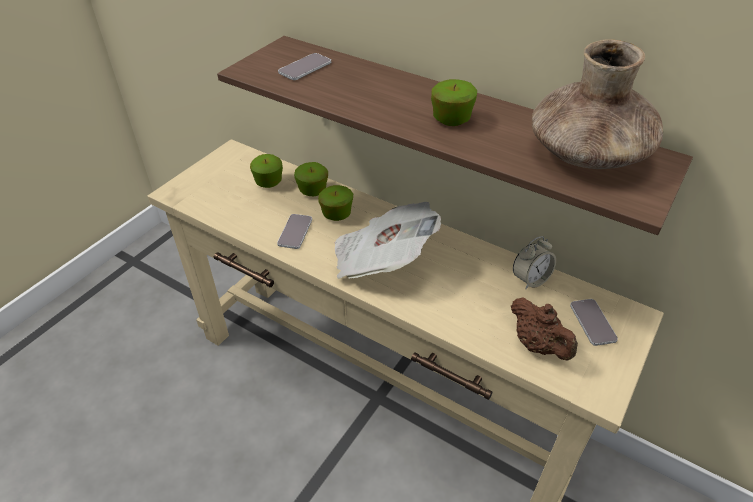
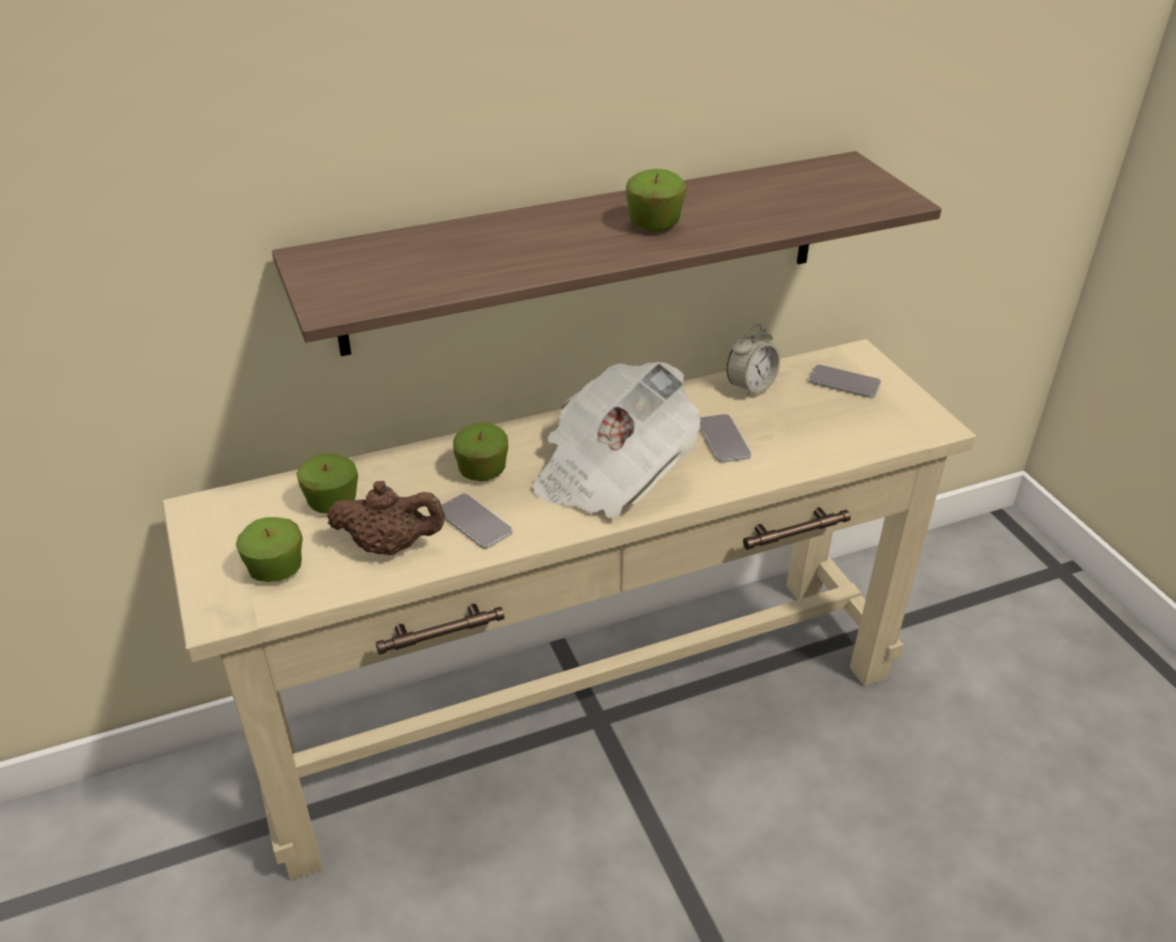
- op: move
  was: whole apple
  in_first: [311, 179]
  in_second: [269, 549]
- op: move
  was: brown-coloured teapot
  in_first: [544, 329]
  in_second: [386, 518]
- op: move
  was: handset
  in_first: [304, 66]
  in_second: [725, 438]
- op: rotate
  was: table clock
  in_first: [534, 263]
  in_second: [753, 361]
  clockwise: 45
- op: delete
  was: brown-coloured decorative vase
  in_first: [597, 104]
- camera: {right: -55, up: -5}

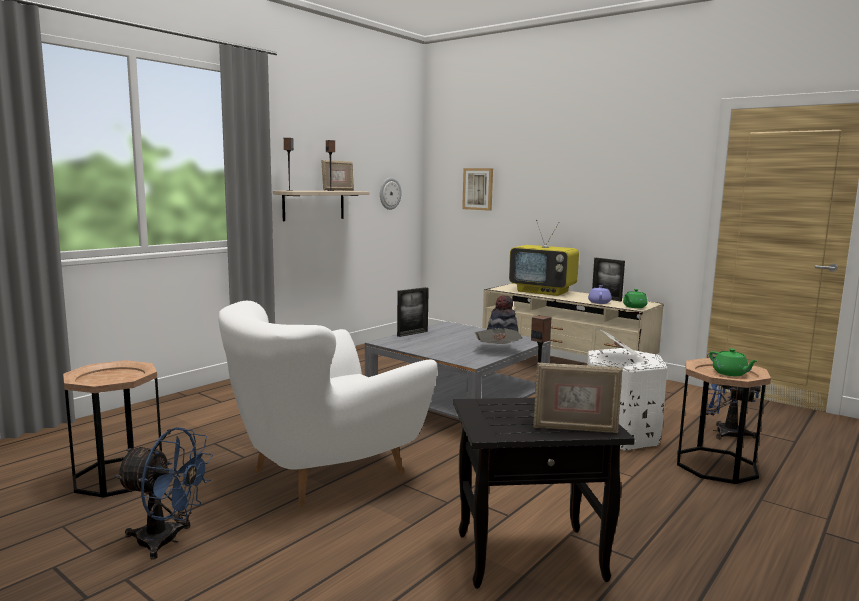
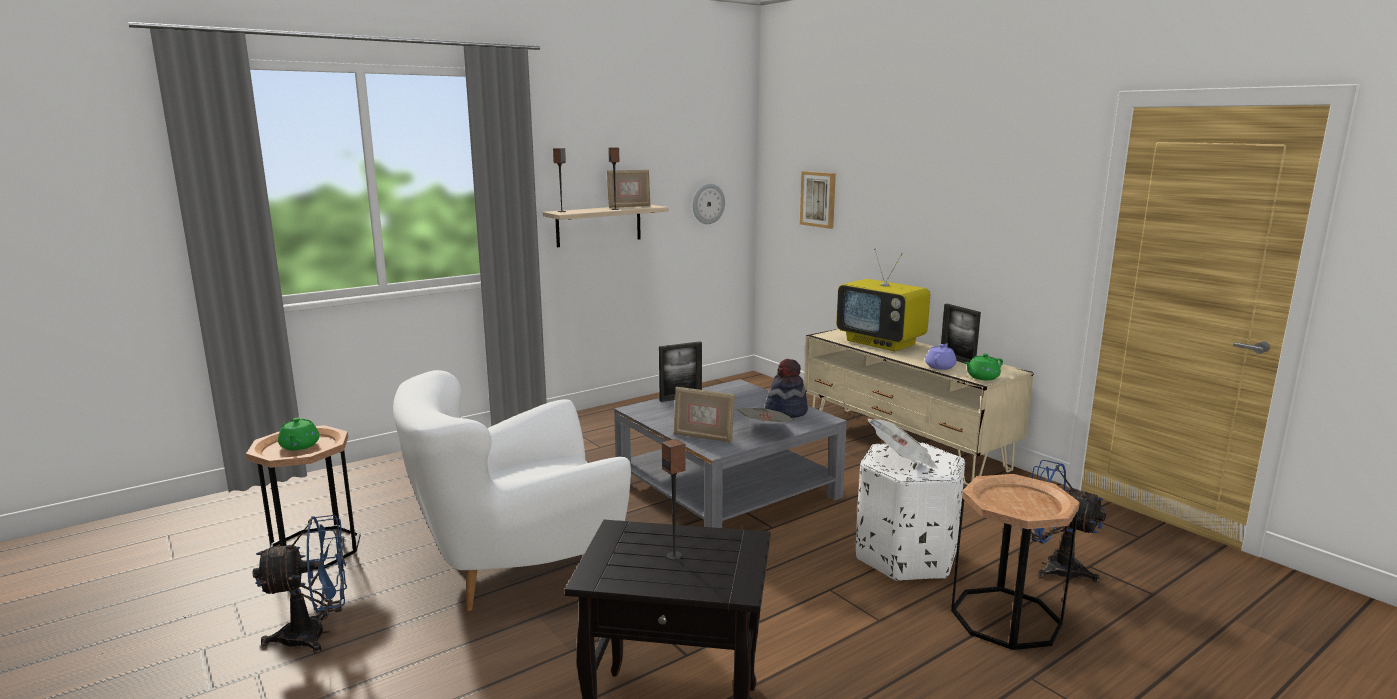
- op: rotate
  was: blue-coloured cooling fan
  in_first: [163, 493]
  in_second: [300, 584]
  clockwise: -45
- op: move
  was: greenish teapot
  in_first: [733, 362]
  in_second: [299, 434]
- op: move
  was: photo frame
  in_first: [578, 398]
  in_second: [704, 415]
- camera: {right: 15, up: 5}

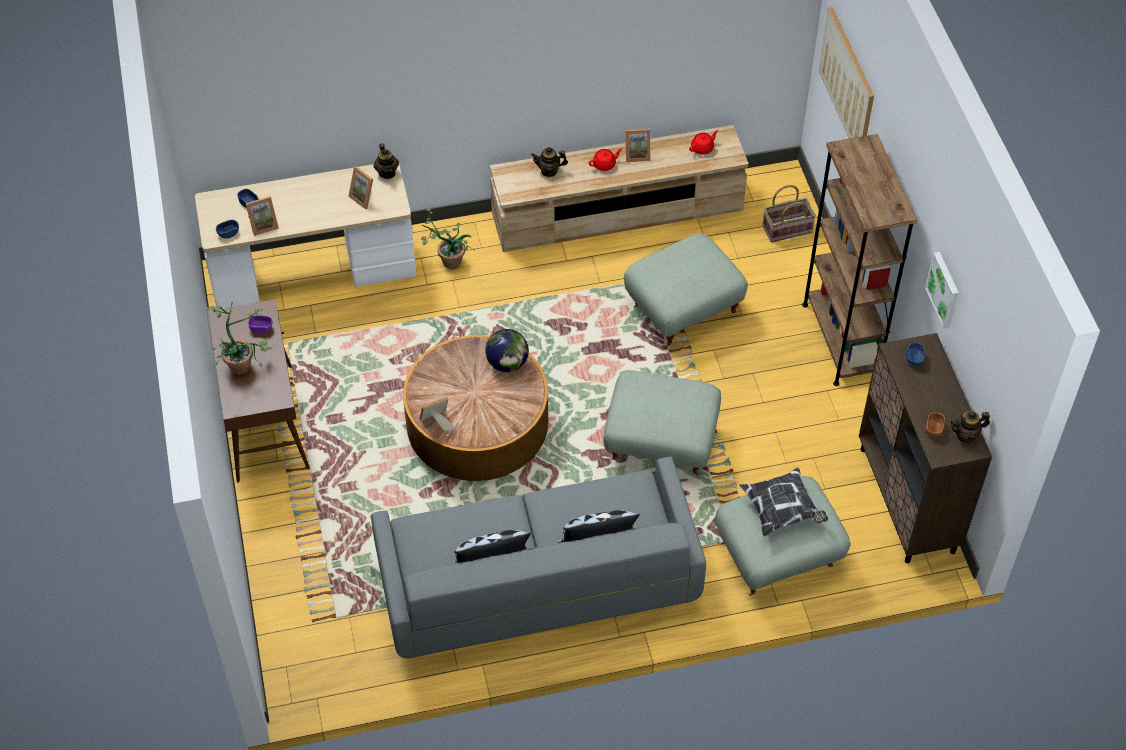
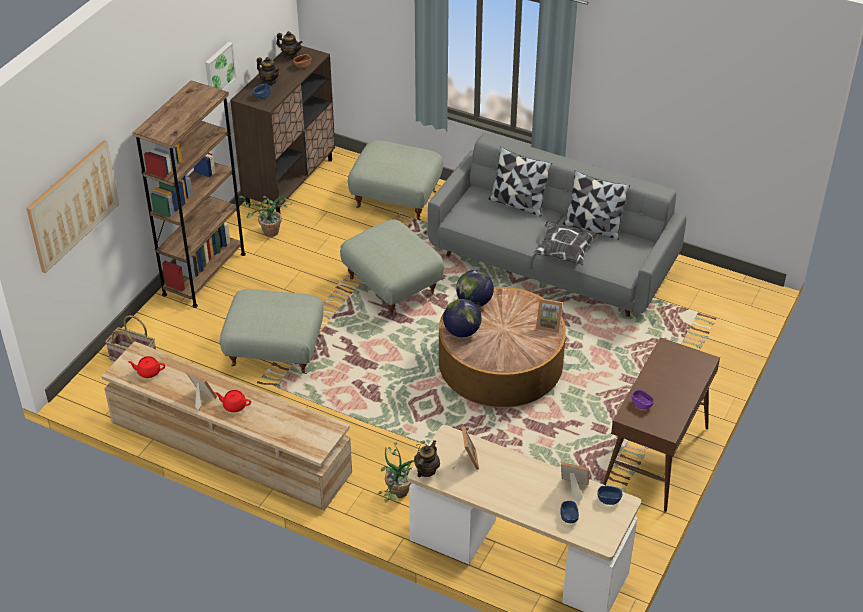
- op: move
  was: potted plant
  in_first: [238, 338]
  in_second: [265, 216]
- op: move
  was: teapot
  in_first: [549, 162]
  in_second: [268, 71]
- op: insert
  now: globe
  in_second: [475, 288]
- op: move
  was: throw pillow
  in_first: [783, 502]
  in_second: [566, 243]
- camera: {right: -140, up: -10}

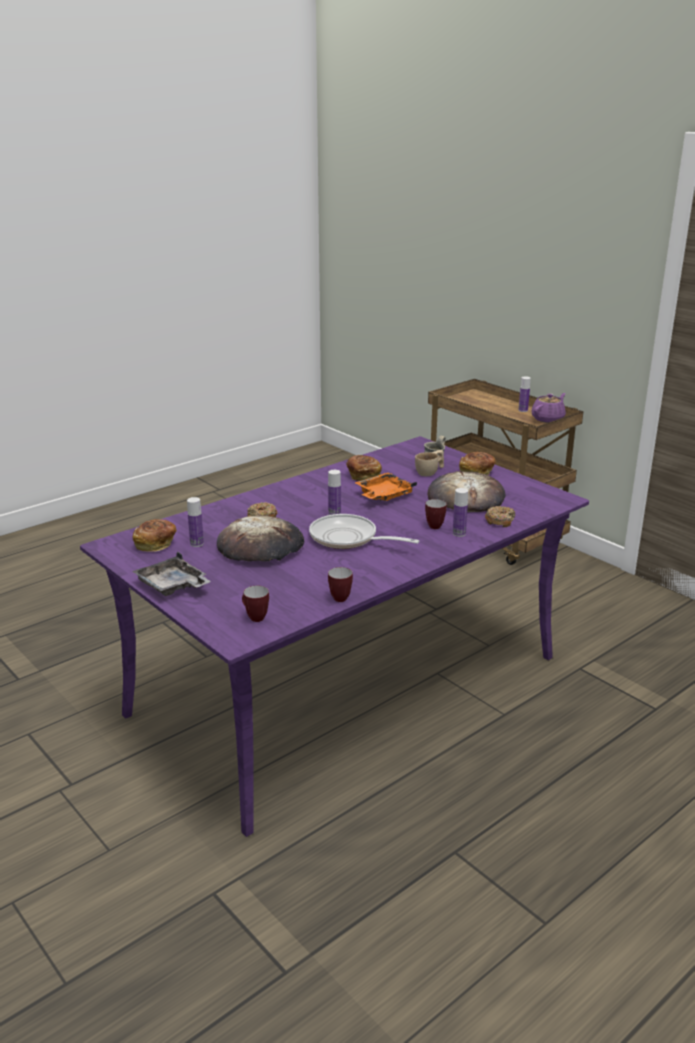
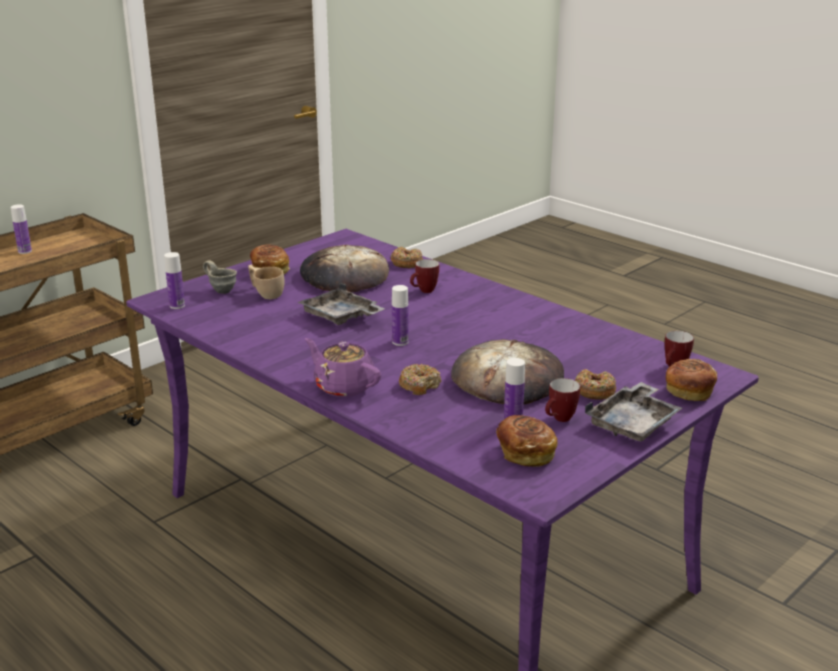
- op: move
  was: bottle
  in_first: [460, 512]
  in_second: [174, 280]
- op: recolor
  was: orange-coloured serving tray
  now: grey serving tray
  in_first: [386, 486]
  in_second: [341, 304]
- op: move
  was: purplish teapot
  in_first: [549, 408]
  in_second: [343, 367]
- op: move
  was: coffee mug
  in_first: [340, 584]
  in_second: [562, 400]
- op: insert
  now: doughnut
  in_second: [595, 384]
- op: move
  was: bread
  in_first: [364, 468]
  in_second: [691, 380]
- op: delete
  was: frying pan
  in_first: [364, 531]
- camera: {right: -95, up: 0}

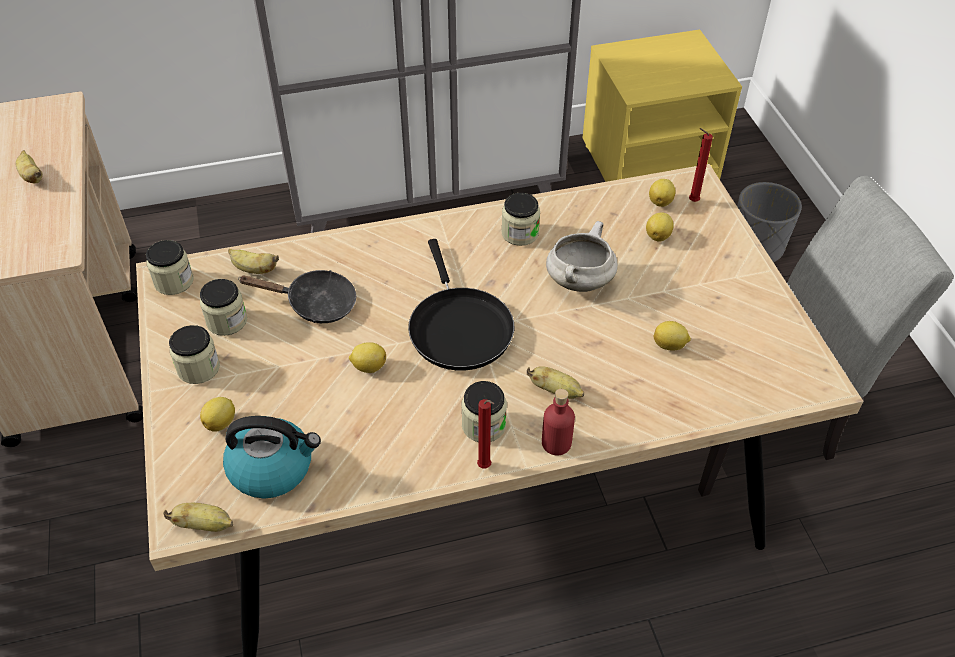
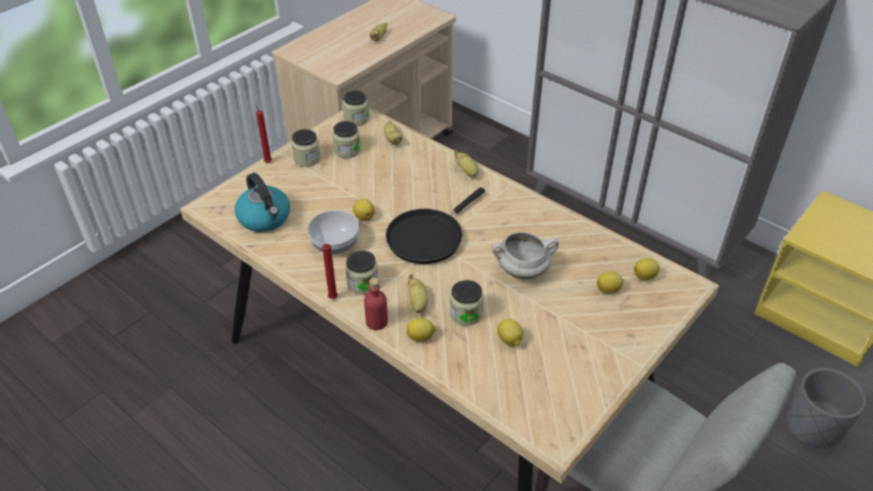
- op: move
  was: reddish candle
  in_first: [701, 165]
  in_second: [263, 133]
- op: insert
  now: bowl
  in_second: [333, 232]
- op: move
  was: whole lemon
  in_first: [217, 414]
  in_second: [421, 329]
- op: move
  was: jar
  in_first: [520, 219]
  in_second: [466, 303]
- op: move
  was: banana fruit
  in_first: [198, 517]
  in_second: [466, 163]
- op: delete
  was: black-coloured frying pan
  in_first: [297, 296]
- camera: {right: 55, up: -5}

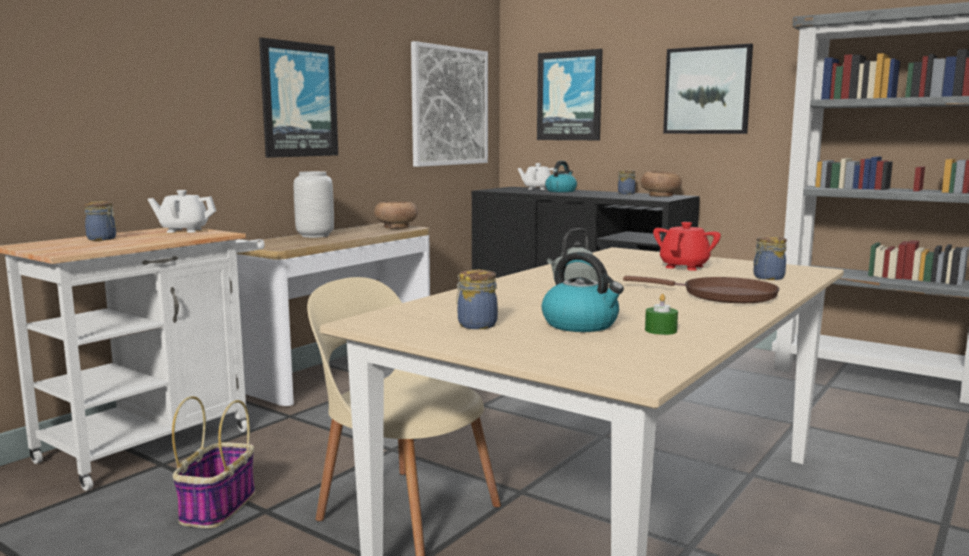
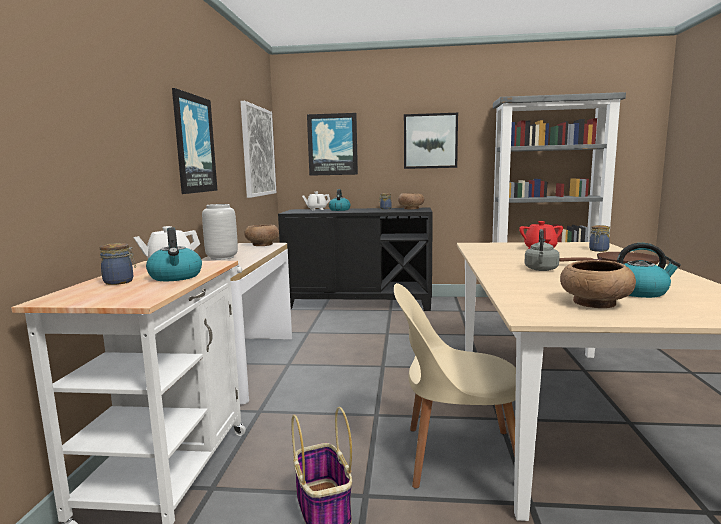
- op: insert
  now: water kettle
  in_second: [174, 254]
- op: replace
  was: jar
  now: brown-coloured bowl
  in_first: [477, 299]
  in_second: [598, 284]
- op: delete
  was: greenish candle
  in_first: [661, 314]
- camera: {right: -30, up: 0}

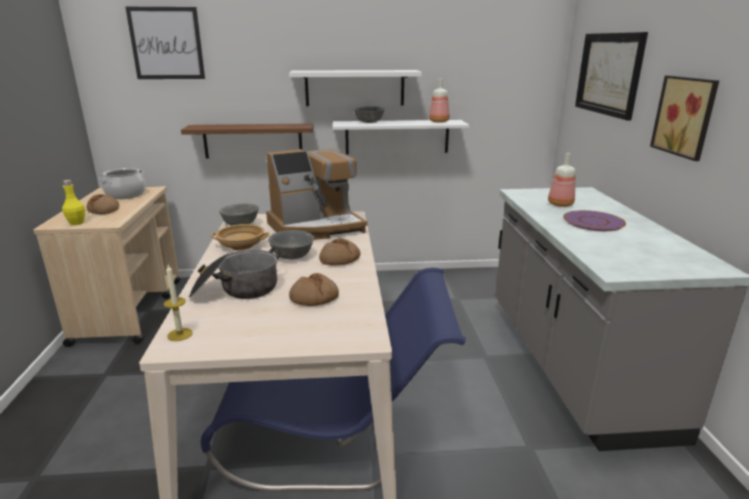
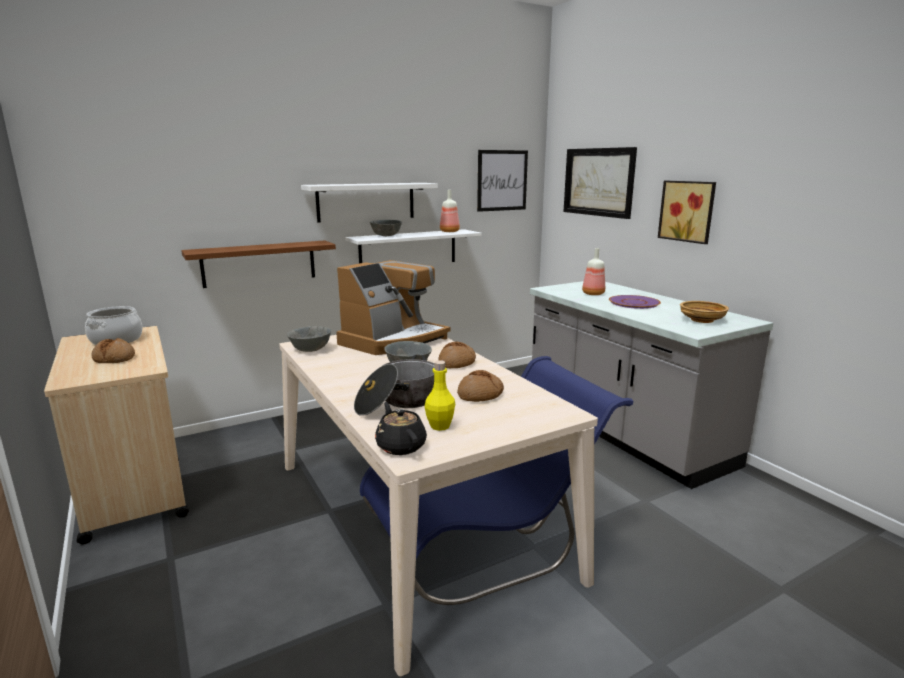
- op: replace
  was: candle
  now: black-coloured teapot
  in_first: [178, 303]
  in_second: [401, 428]
- op: move
  was: yellow-coloured bottle
  in_first: [73, 202]
  in_second: [440, 395]
- op: move
  was: wall picture
  in_first: [165, 43]
  in_second: [502, 181]
- op: move
  was: sand-coloured bowl
  in_first: [240, 237]
  in_second: [704, 312]
- camera: {right: -25, up: -5}

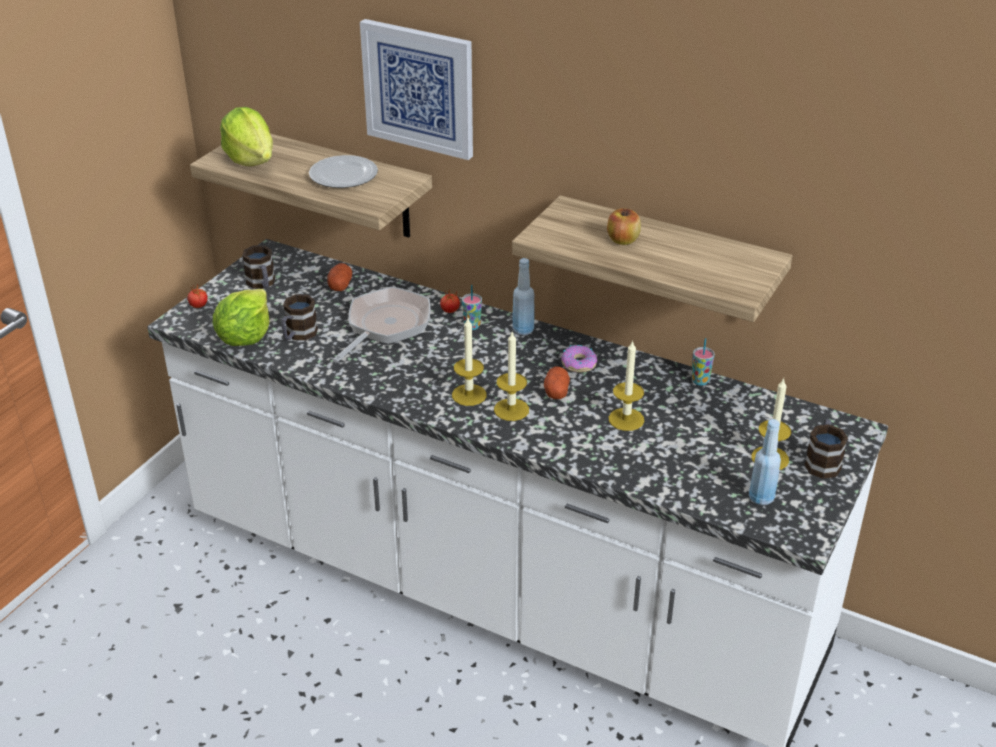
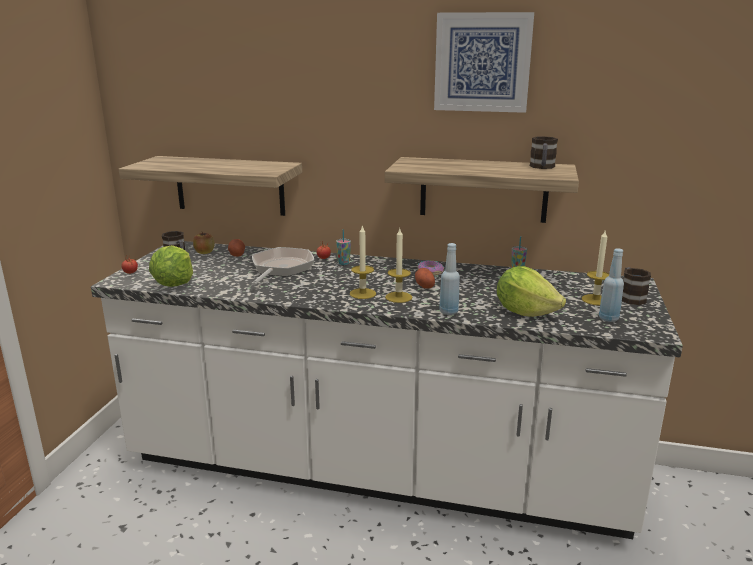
- op: move
  was: whole apple
  in_first: [624, 226]
  in_second: [204, 242]
- op: move
  was: wall picture
  in_first: [416, 89]
  in_second: [484, 62]
- op: move
  was: blue-coloured bottle
  in_first: [523, 296]
  in_second: [449, 279]
- op: move
  was: lettuce
  in_first: [246, 136]
  in_second: [531, 291]
- op: move
  was: coffee mug
  in_first: [299, 317]
  in_second: [544, 152]
- op: delete
  was: dinner plate
  in_first: [343, 171]
- op: delete
  was: candle
  in_first: [626, 385]
- camera: {right: -15, up: -15}

